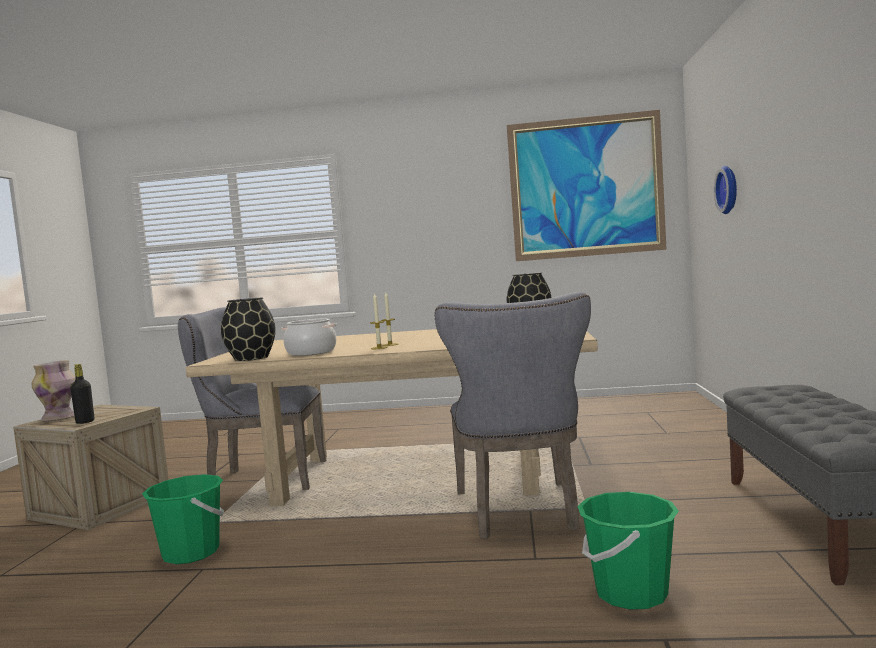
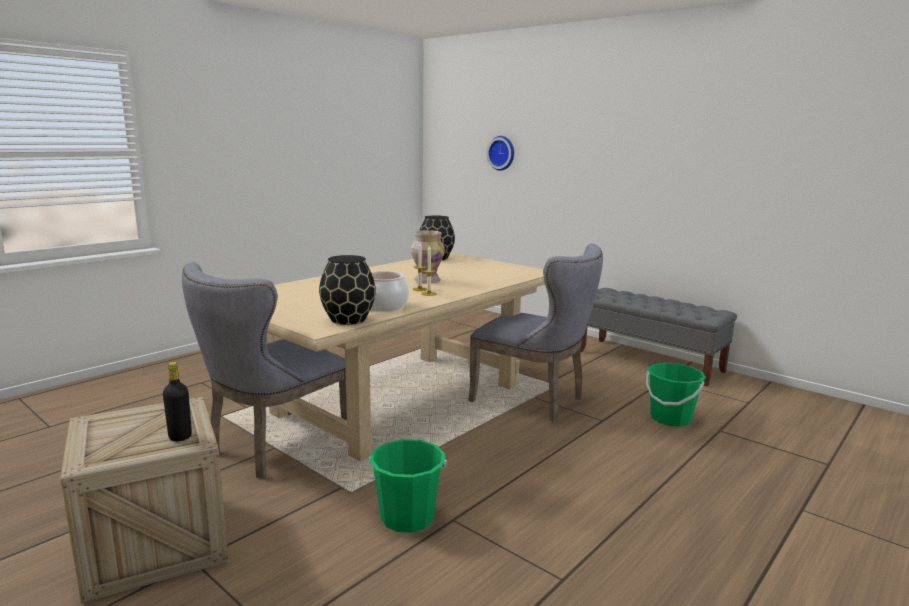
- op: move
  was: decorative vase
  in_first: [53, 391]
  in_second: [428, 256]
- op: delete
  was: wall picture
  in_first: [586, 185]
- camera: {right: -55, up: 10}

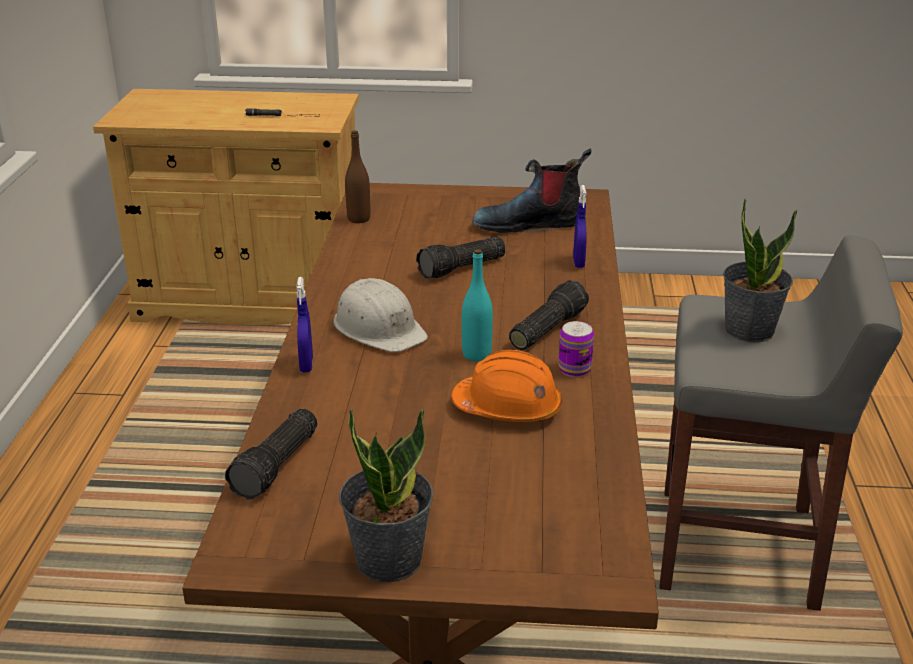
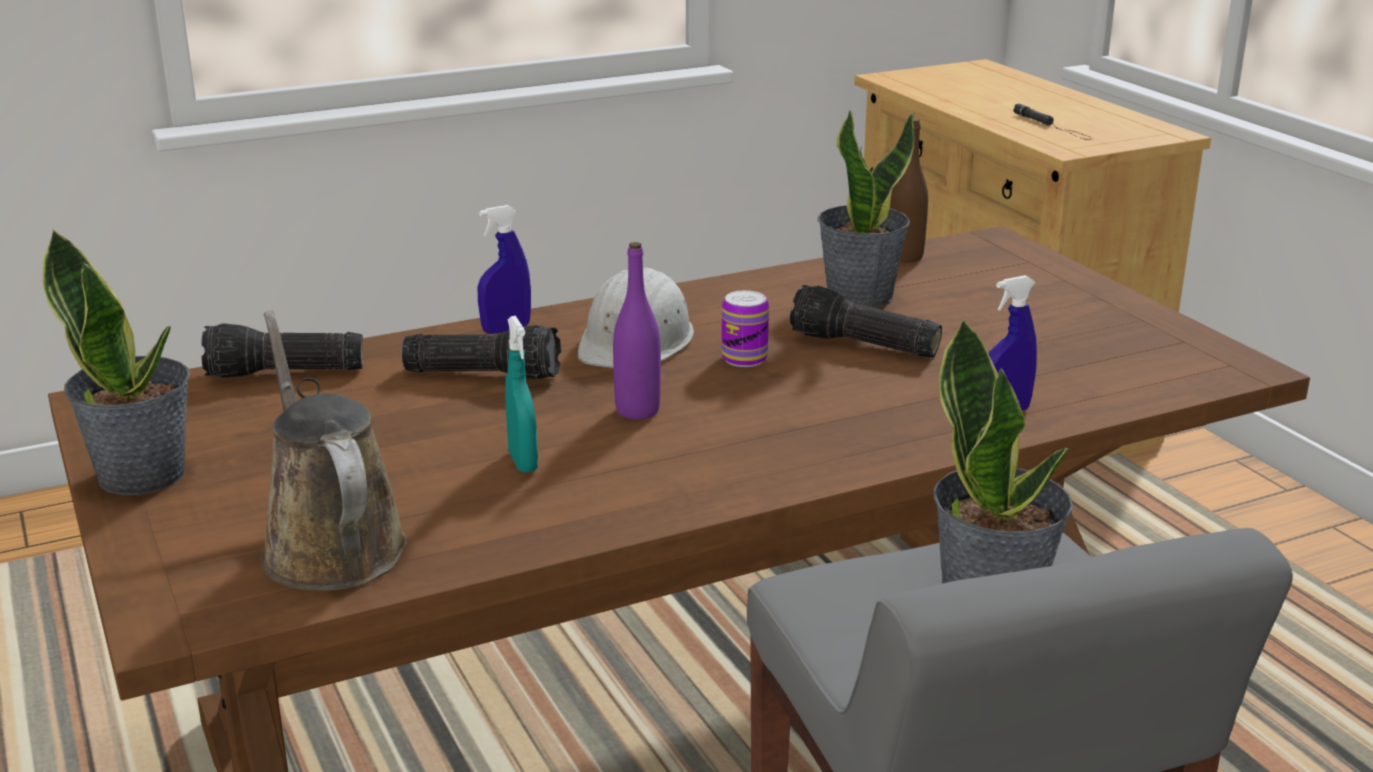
- op: insert
  now: brown-coloured sprinkling can
  in_second: [334, 450]
- op: move
  was: flashlight
  in_first: [549, 315]
  in_second: [481, 352]
- op: replace
  was: orange-coloured hard hat
  now: blue-green hand sprayer
  in_first: [506, 386]
  in_second: [521, 394]
- op: recolor
  was: blue-green bottle
  now: purplish bottle
  in_first: [477, 305]
  in_second: [637, 330]
- op: move
  was: metal can
  in_first: [576, 349]
  in_second: [745, 328]
- op: insert
  now: potted plant
  in_second: [866, 209]
- op: delete
  was: high-top boot
  in_first: [532, 191]
- camera: {right: 60, up: -5}

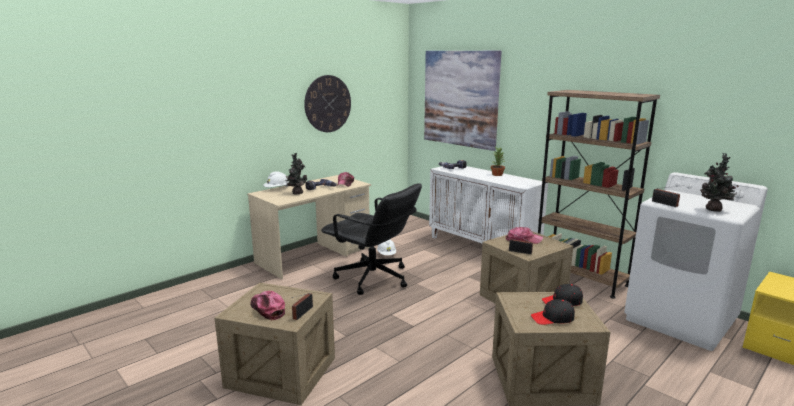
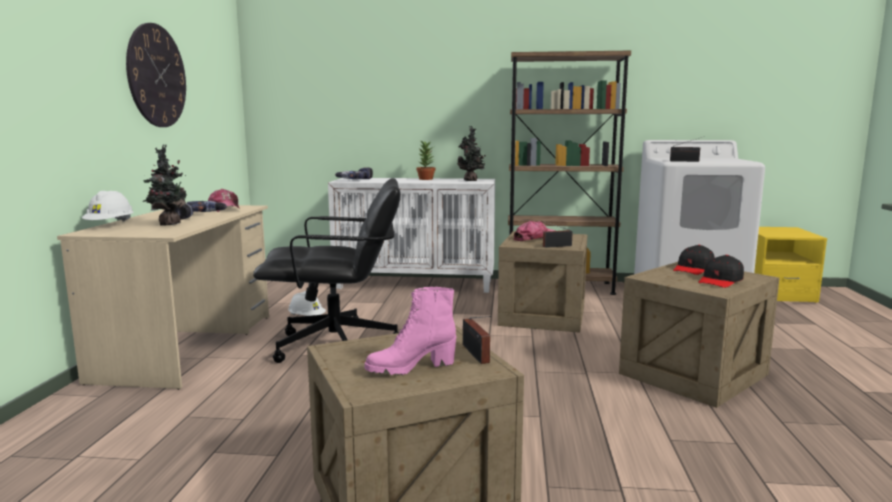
- op: replace
  was: cap
  now: pink high-top boot
  in_first: [268, 305]
  in_second: [410, 331]
- op: move
  was: potted plant
  in_first: [719, 182]
  in_second: [471, 153]
- op: delete
  was: wall picture
  in_first: [463, 101]
- camera: {right: -40, up: -5}

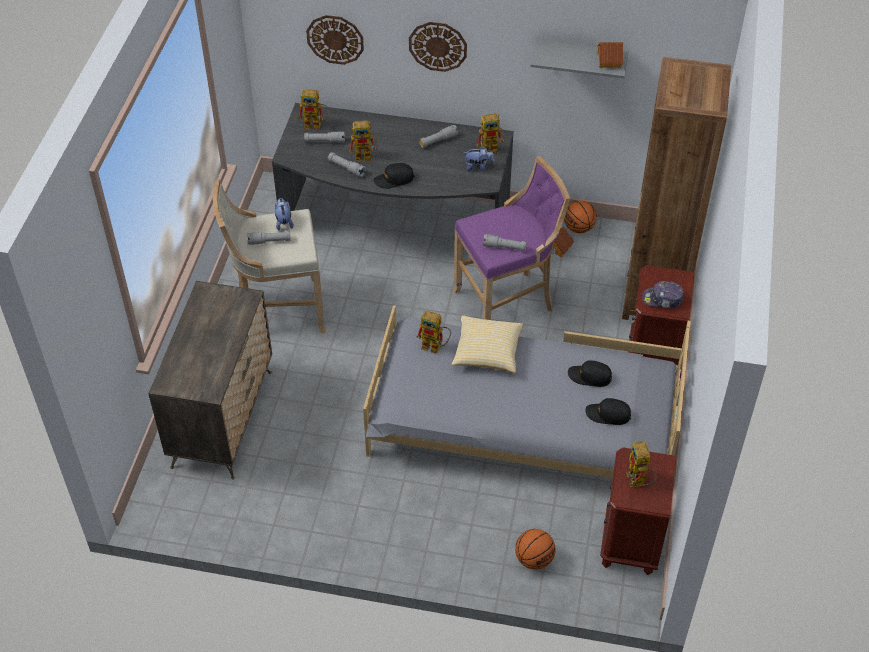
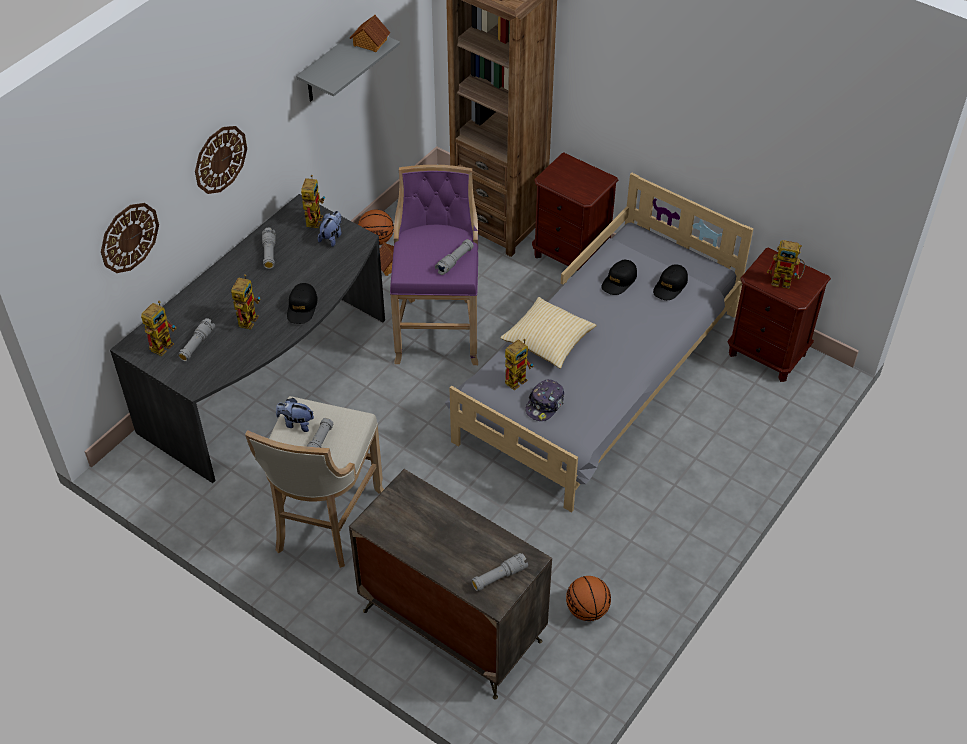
- op: move
  was: grey flashlight
  in_first: [347, 164]
  in_second: [499, 572]
- op: move
  was: cap
  in_first: [663, 295]
  in_second: [545, 400]
- op: move
  was: basketball ball
  in_first: [535, 549]
  in_second: [588, 598]
- camera: {right: -65, up: 0}

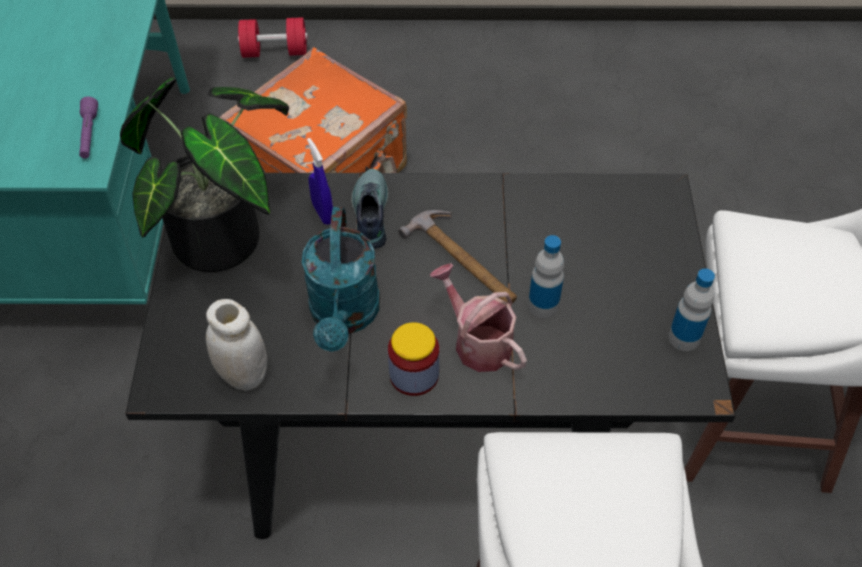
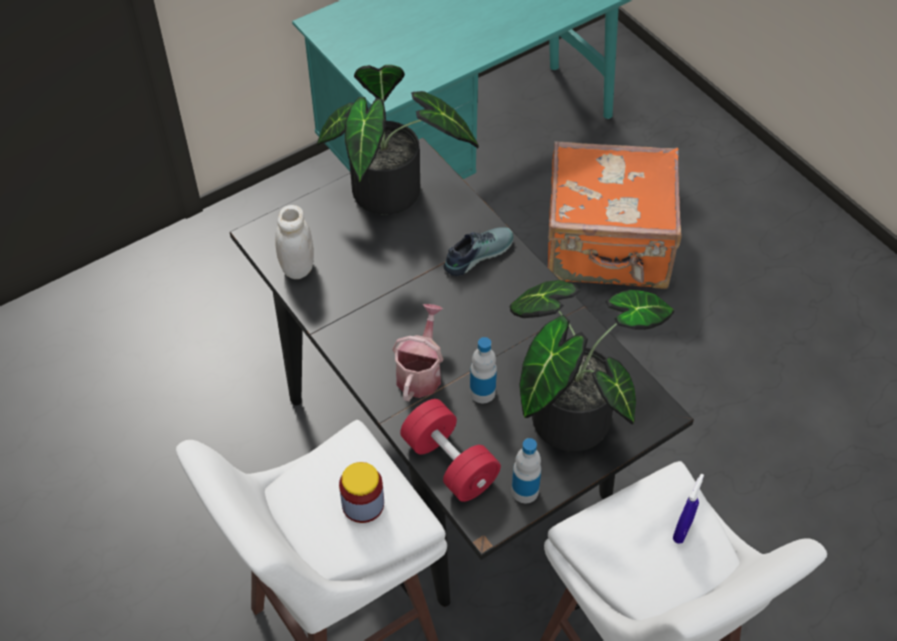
- op: move
  was: jar
  in_first: [413, 359]
  in_second: [361, 492]
- op: move
  was: reddish dumbbell
  in_first: [273, 37]
  in_second: [450, 450]
- op: insert
  now: potted plant
  in_second: [591, 366]
- op: move
  was: blue-coloured hand sprayer
  in_first: [320, 181]
  in_second: [688, 508]
- op: delete
  was: purplish flashlight
  in_first: [88, 127]
- op: delete
  was: blue-green sprinkling can
  in_first: [341, 279]
- op: delete
  was: tool hammer
  in_first: [457, 256]
- camera: {right: 55, up: 0}

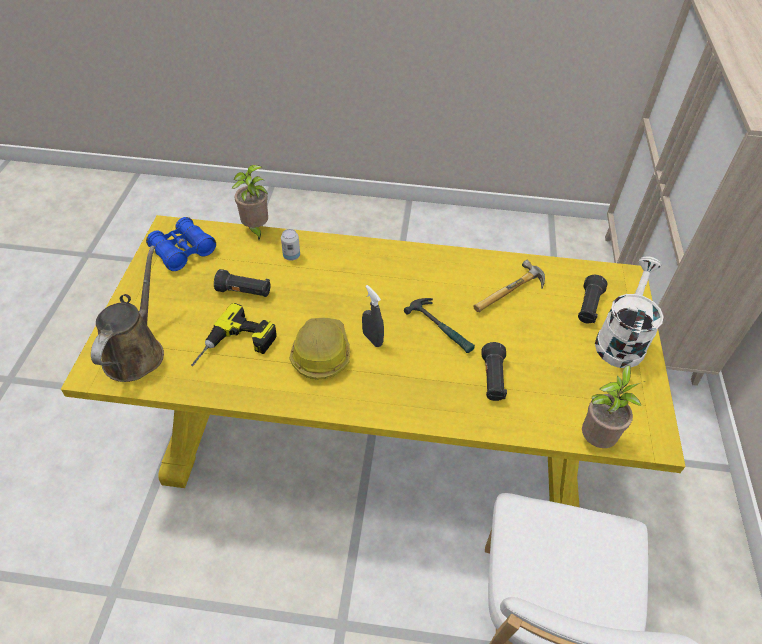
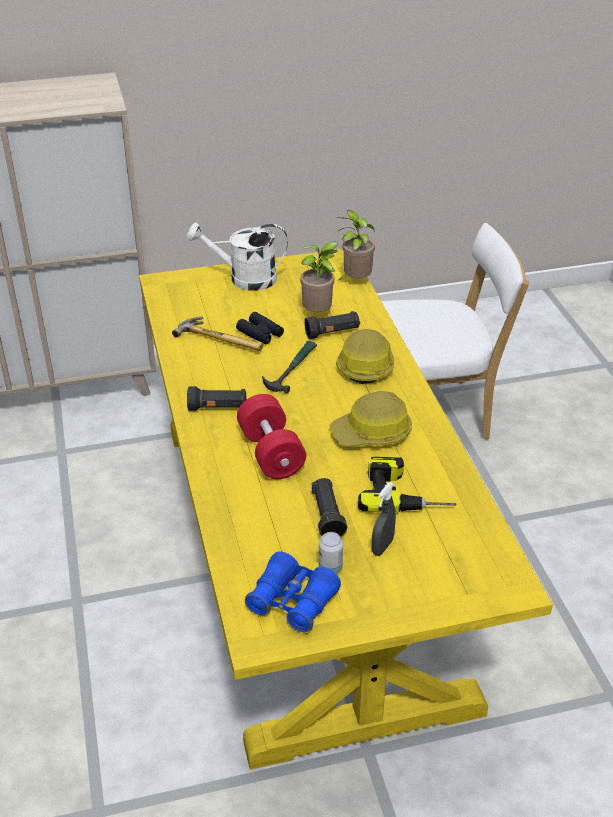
- op: move
  was: black-coloured flashlight
  in_first: [592, 299]
  in_second: [216, 398]
- op: insert
  now: black-coloured binoculars
  in_second: [260, 328]
- op: insert
  now: reddish dumbbell
  in_second: [271, 436]
- op: move
  was: potted plant
  in_first: [249, 202]
  in_second: [319, 277]
- op: move
  was: metal can
  in_first: [290, 245]
  in_second: [331, 552]
- op: insert
  now: hard hat
  in_second: [365, 356]
- op: move
  was: grey hand sprayer
  in_first: [373, 316]
  in_second: [384, 519]
- op: delete
  was: brown-coloured sprinkling can
  in_first: [127, 314]
- camera: {right: -110, up: -10}

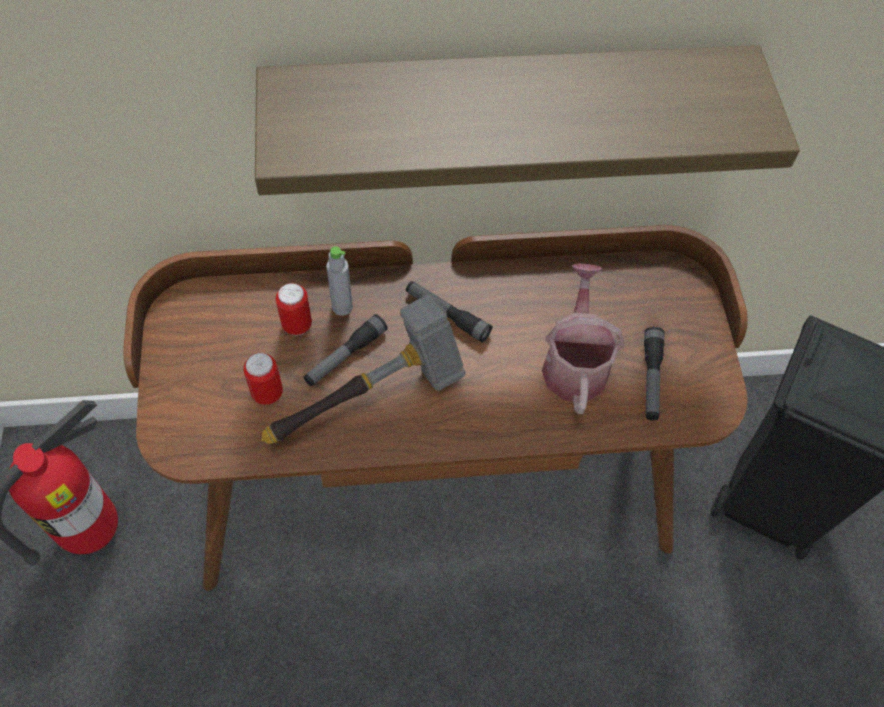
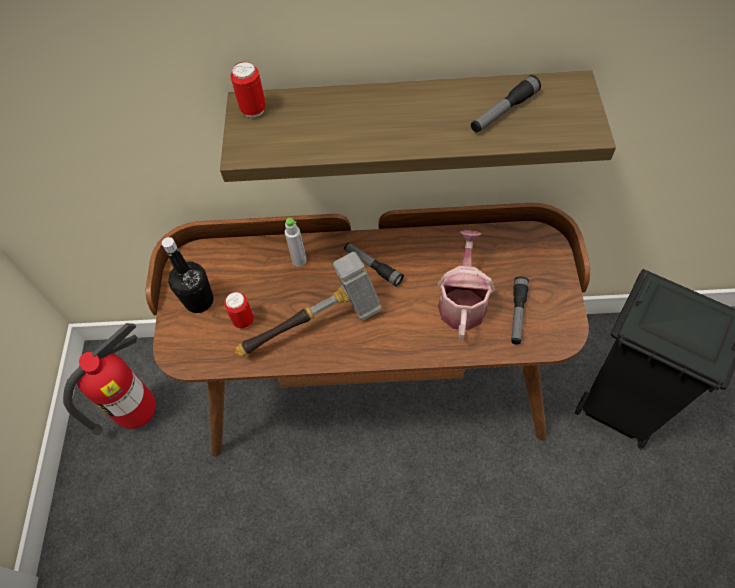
- op: insert
  now: black-coloured bottle
  in_second: [187, 275]
- op: move
  was: metal can
  in_first: [294, 309]
  in_second: [248, 89]
- op: move
  was: flashlight
  in_first: [345, 350]
  in_second: [506, 103]
- camera: {right: 10, up: 0}

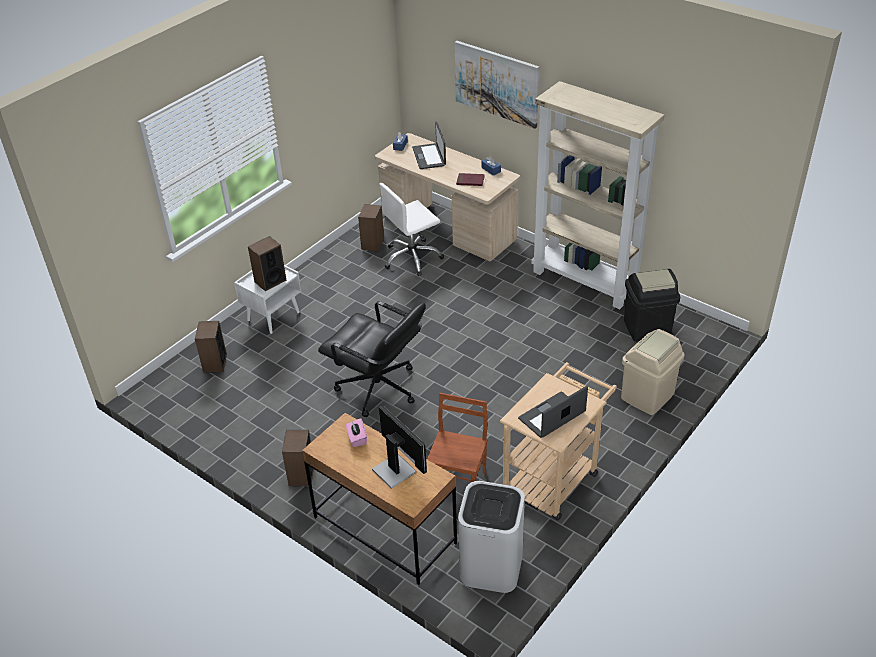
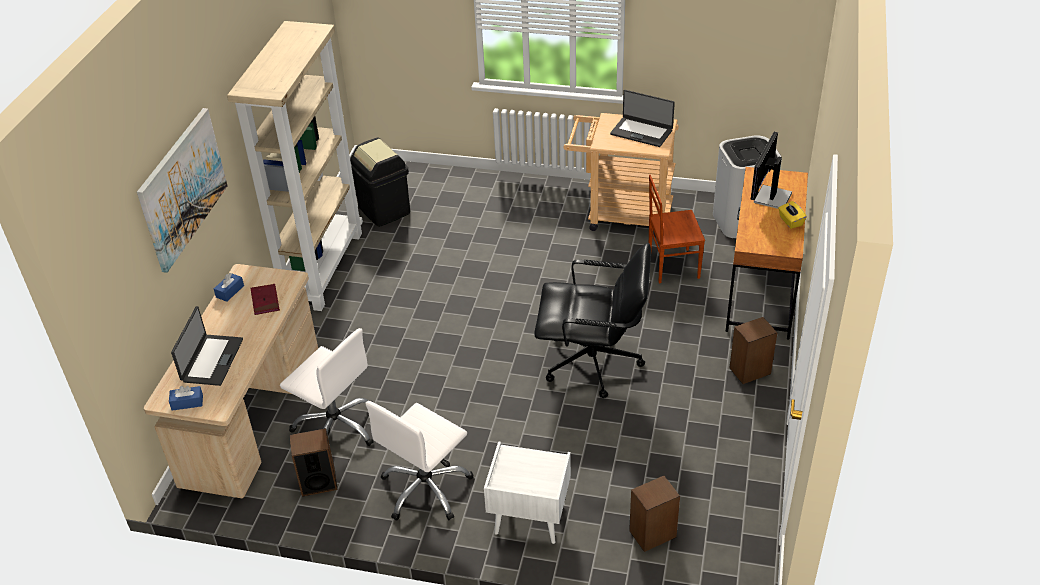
- op: rotate
  was: portable computer
  in_first: [429, 145]
  in_second: [207, 346]
  clockwise: -45
- op: insert
  now: white-coloured desk chair
  in_second: [419, 461]
- op: rotate
  was: black-coloured desk chair
  in_first: [372, 359]
  in_second: [592, 320]
  clockwise: 90
- op: insert
  now: yellow-coloured tissue holder
  in_second: [792, 215]
- op: delete
  was: loudspeaker
  in_first: [267, 263]
- op: delete
  was: pink tissue holder
  in_first: [356, 432]
- op: delete
  was: sand-coloured trash can
  in_first: [652, 372]
- camera: {right: -115, up: 0}

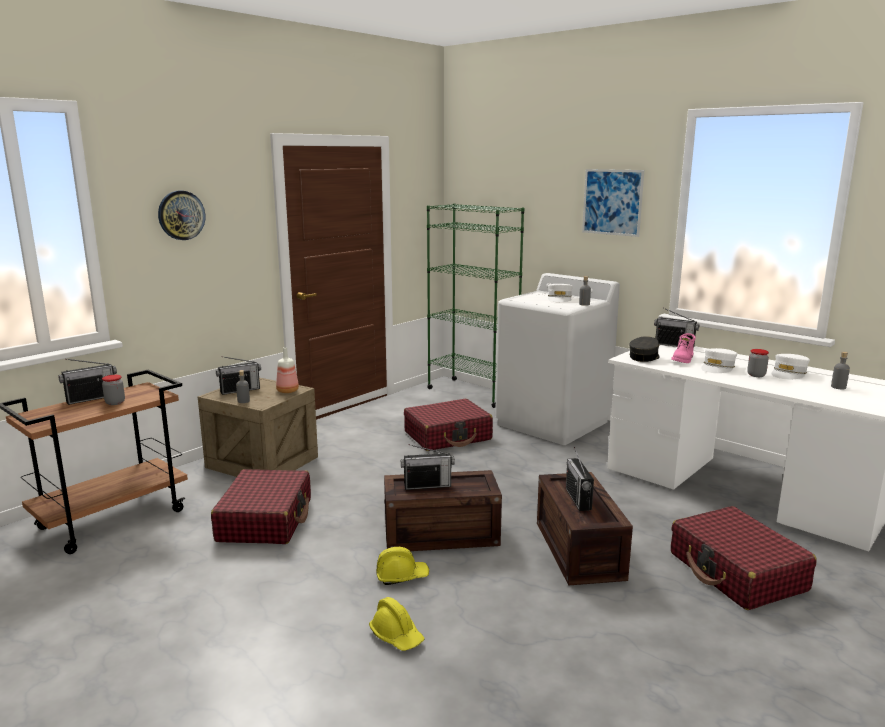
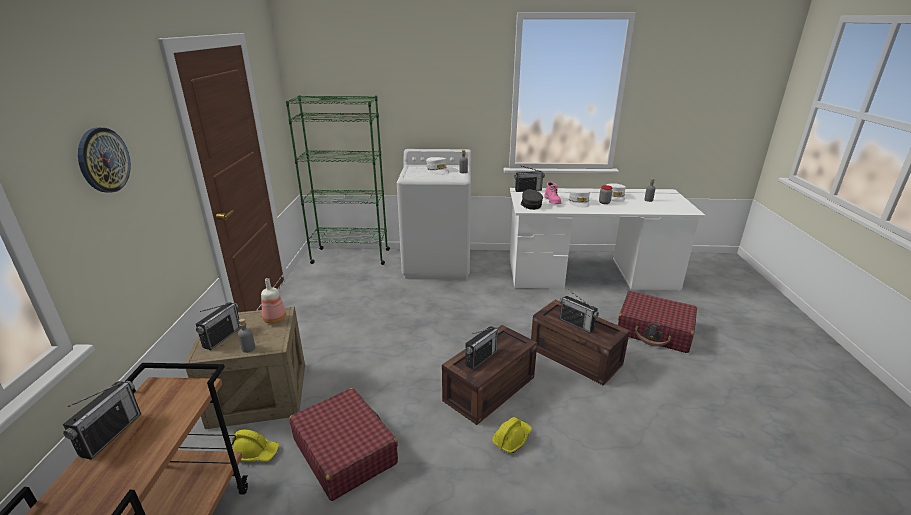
- op: move
  was: yellow-coloured hard hat
  in_first: [397, 624]
  in_second: [255, 446]
- op: delete
  was: jar
  in_first: [113, 390]
- op: delete
  was: reddish travel case
  in_first: [448, 425]
- op: delete
  was: wall picture
  in_first: [613, 203]
- camera: {right: -40, up: 10}

